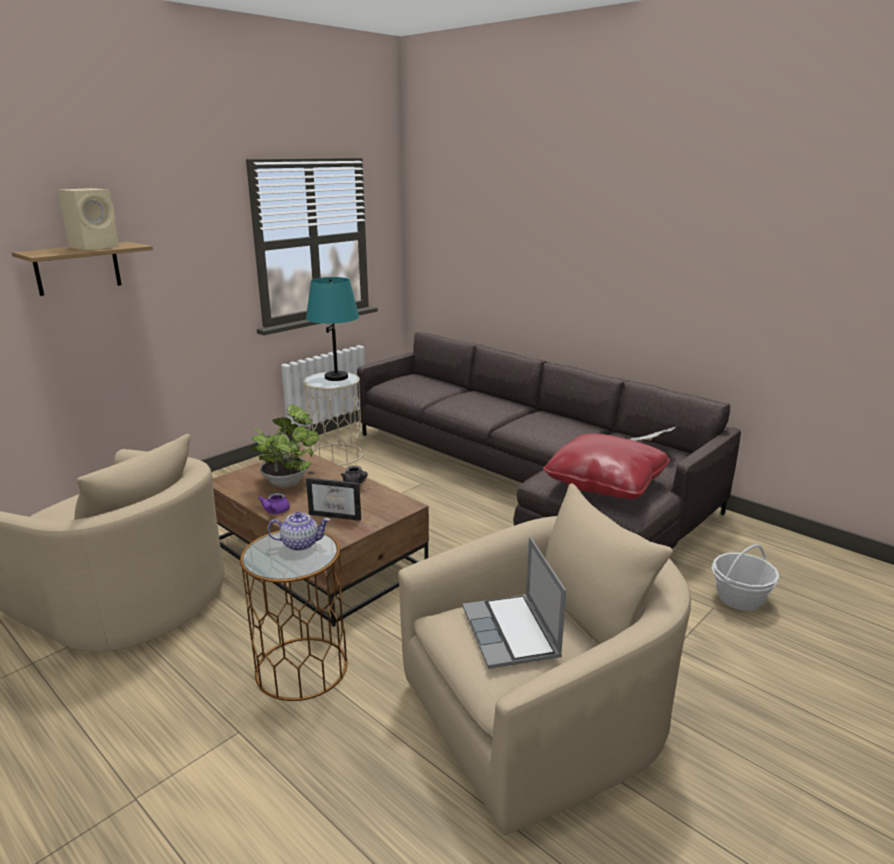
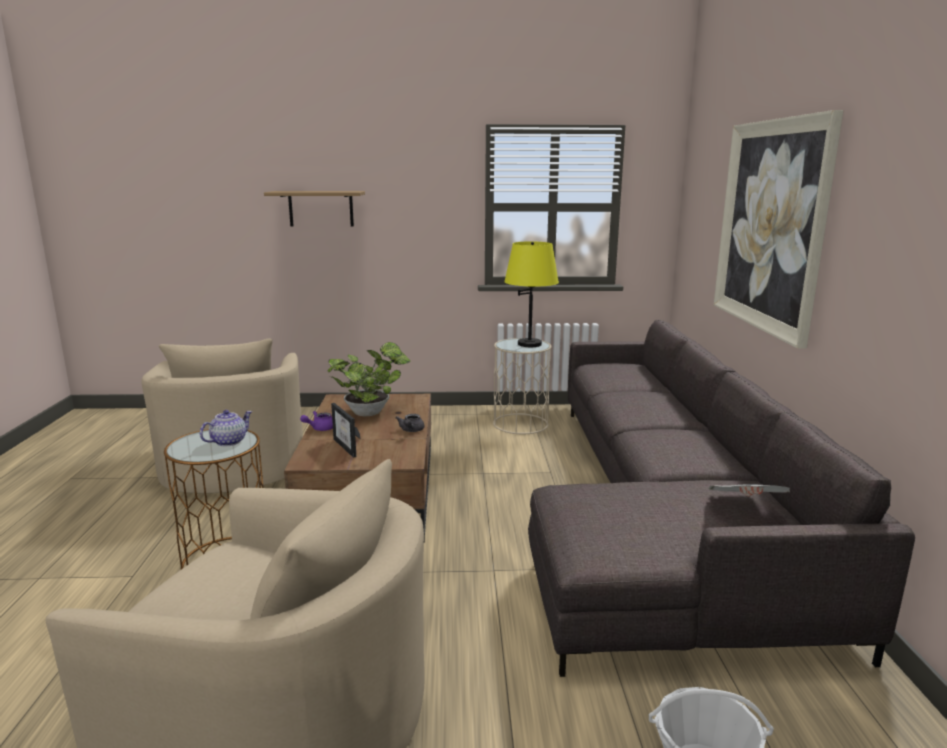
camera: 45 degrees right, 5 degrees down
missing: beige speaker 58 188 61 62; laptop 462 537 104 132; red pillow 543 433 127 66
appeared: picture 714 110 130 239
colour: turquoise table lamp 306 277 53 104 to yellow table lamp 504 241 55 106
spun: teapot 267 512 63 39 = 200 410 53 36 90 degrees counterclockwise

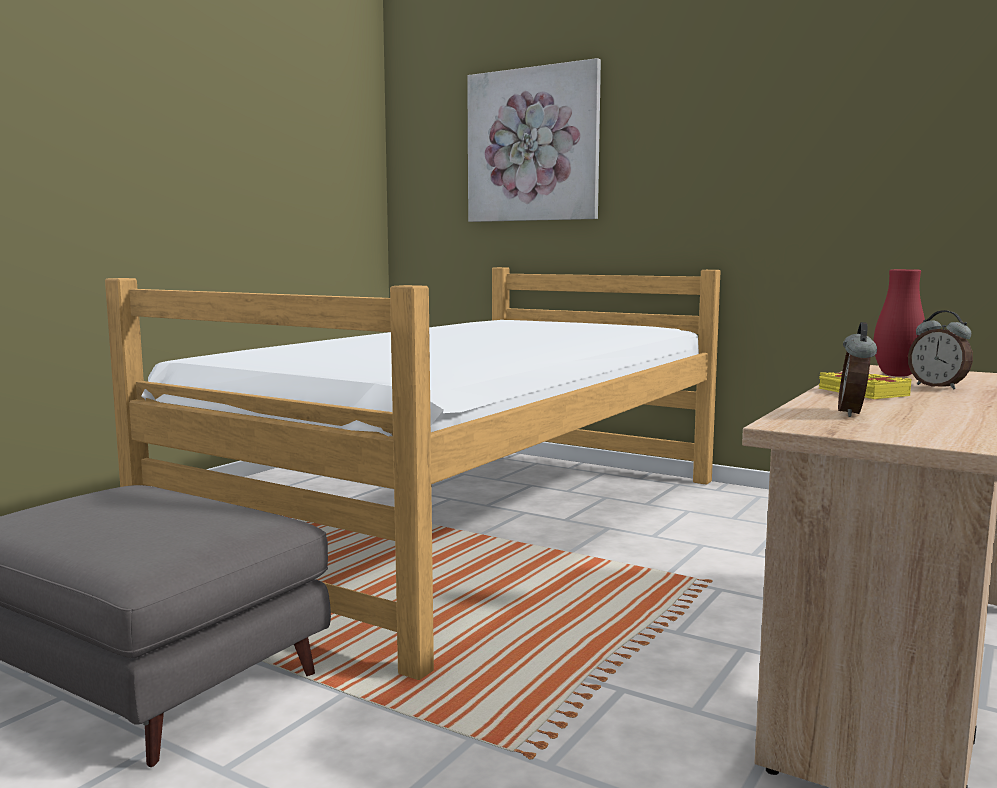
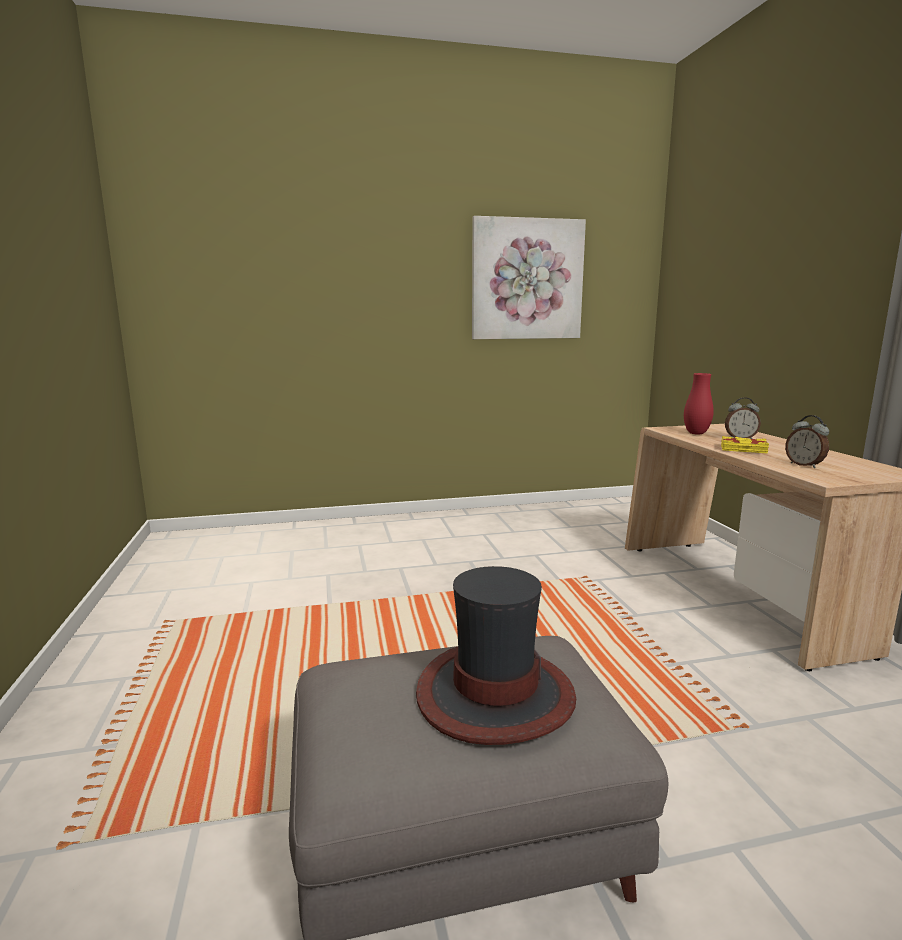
camera: 45 degrees left, 5 degrees up
missing: bed 105 267 615 413
appeared: hat 416 566 160 179
relocated: picture 467 58 134 164 to 472 216 114 123

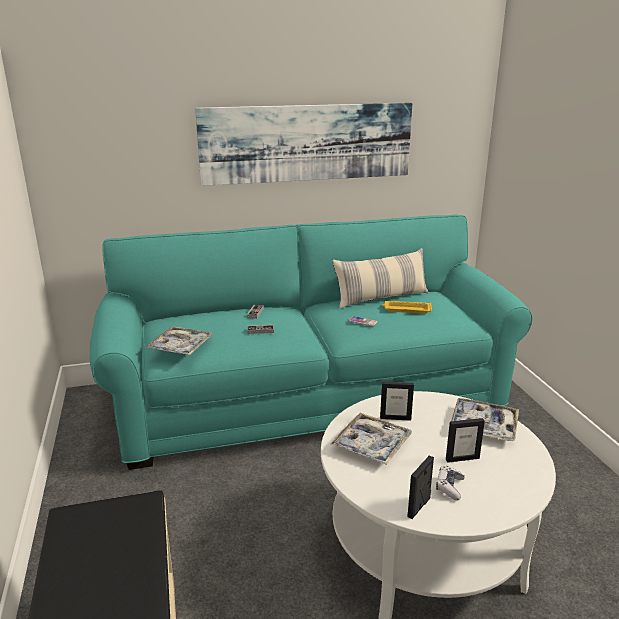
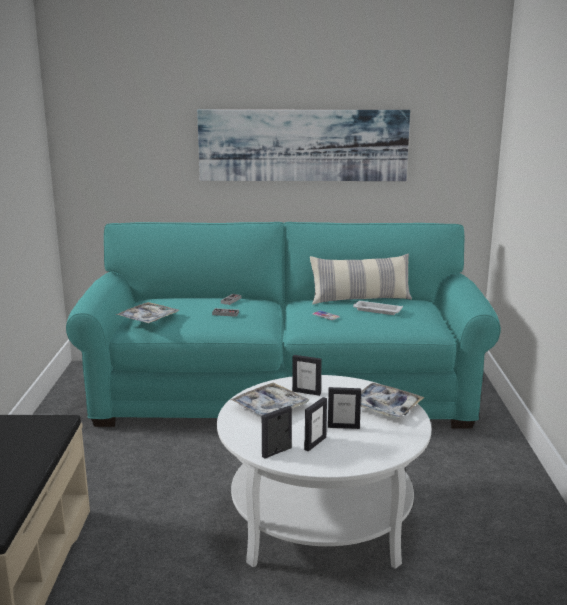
camera: 15 degrees right, 5 degrees down
exchanged: game controller 436 466 29 34 to picture frame 304 397 23 55
colour: yellow tray 382 301 50 13 to white tray 353 301 50 14

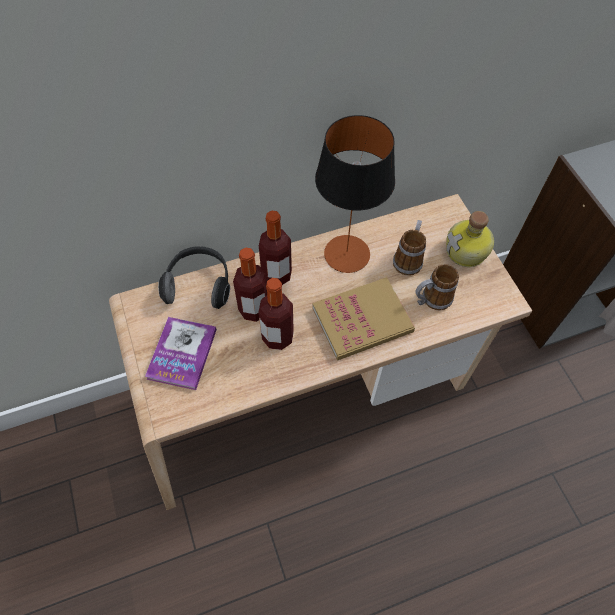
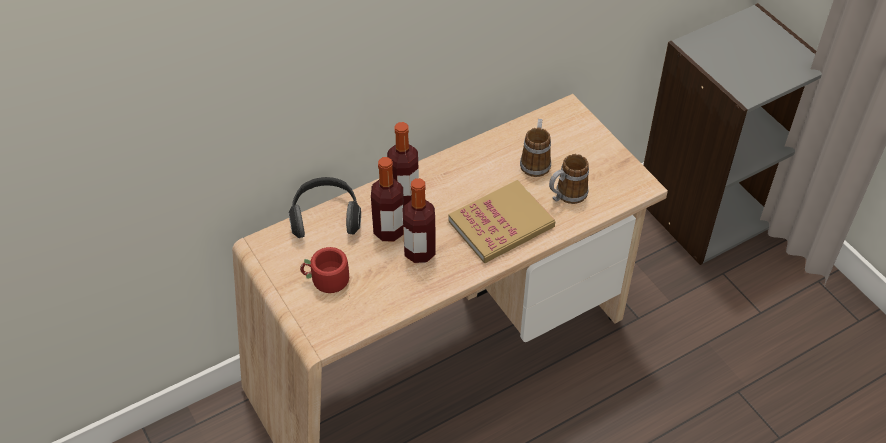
camera: 10 degrees left, 10 degrees down
missing: table lamp 315 115 80 158; bottle 446 211 48 56
exchanged: book 145 317 72 73 to red mug 300 247 50 48

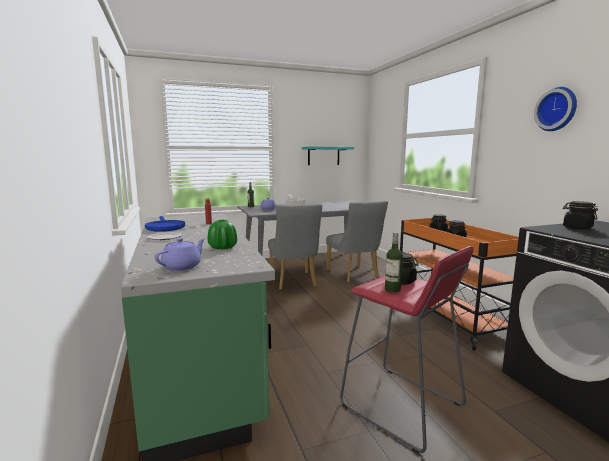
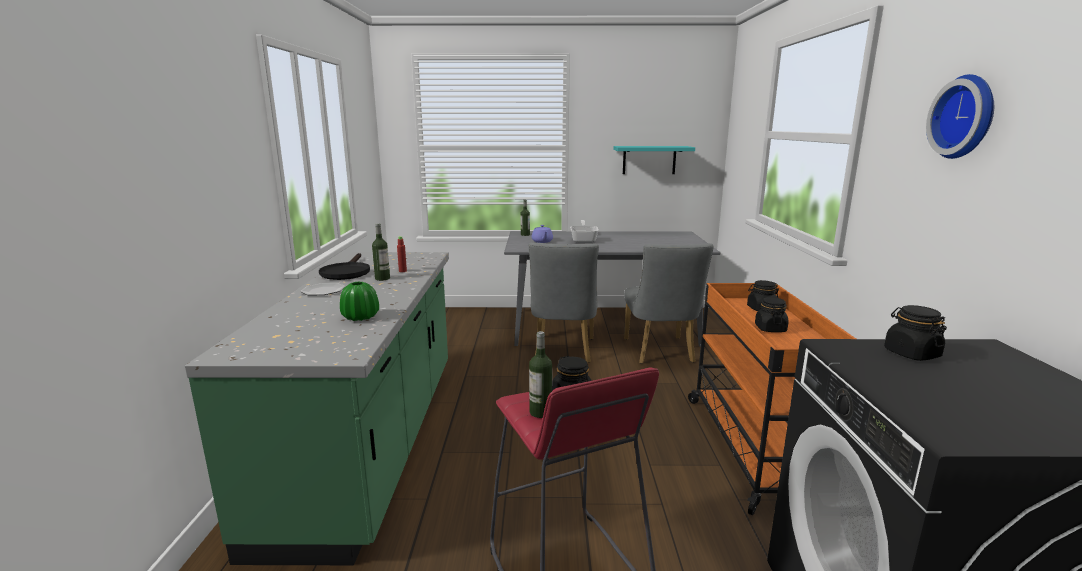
camera: 20 degrees right, 5 degrees up
missing: purple teapot 155 238 51 33
appeared: bottle 372 223 18 58
colour: blue frying pan 145 216 40 16 to black frying pan 319 253 51 27

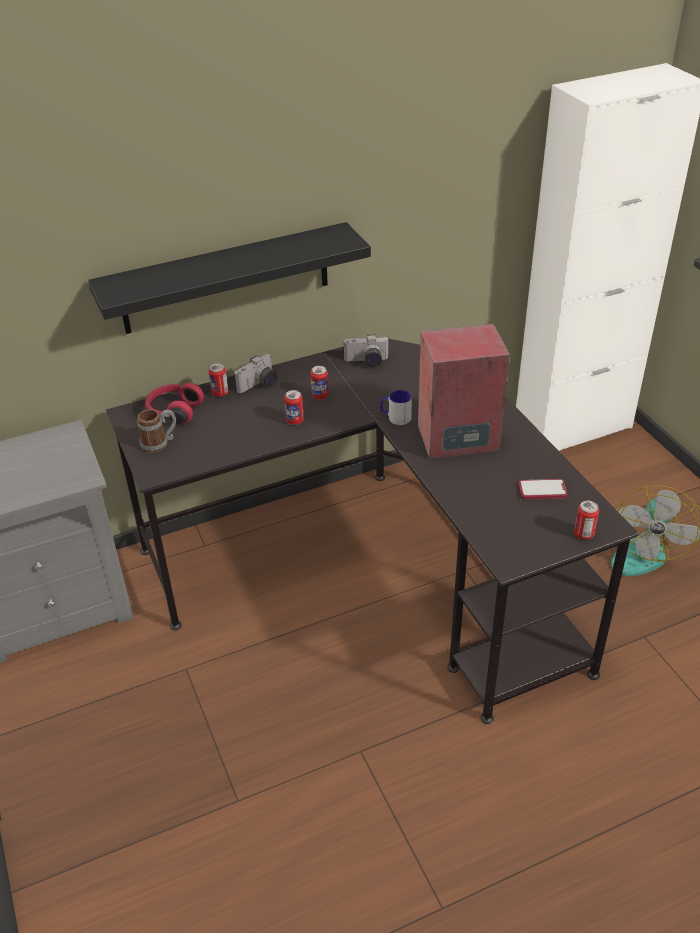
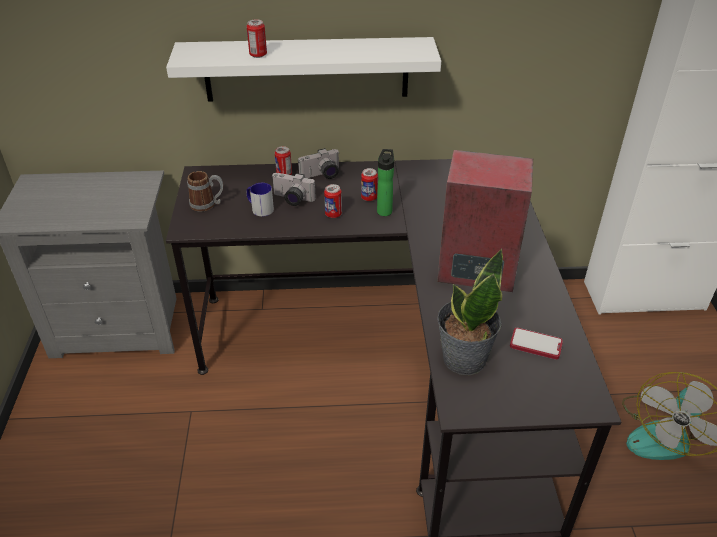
camera: 20 degrees right, 0 degrees up
missing: red headphones 145 383 59 42
appeared: bottle 377 149 17 67; potted plant 437 249 66 126
relocated: photo camera 343 334 46 33 to 271 173 45 33; mug 380 390 32 35 to 246 183 28 33; can 574 501 25 39 to 246 19 21 39
colour: black shelf 88 222 283 112 to white shelf 166 37 275 64

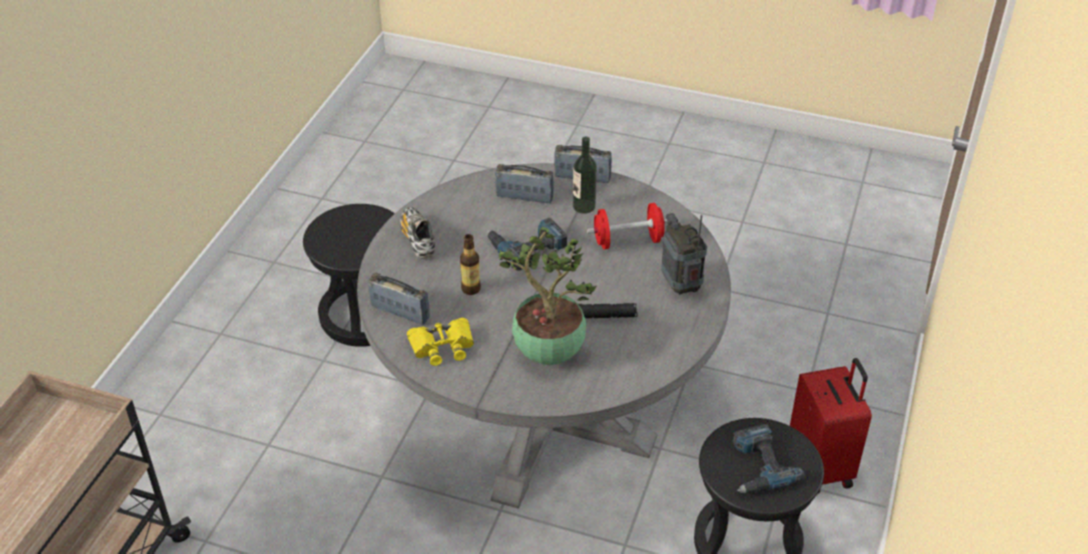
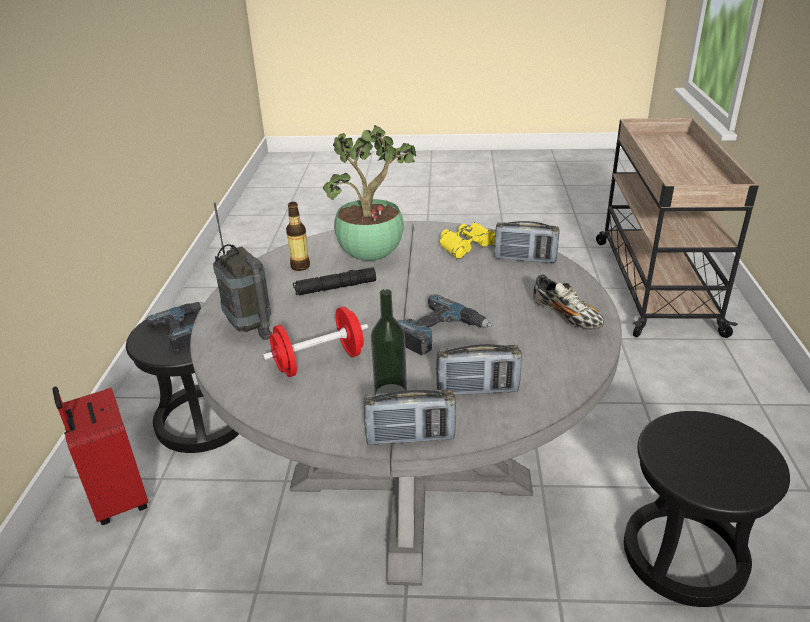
camera: 165 degrees right, 10 degrees down
relocated: bottle 460 234 21 61 to 286 202 24 69

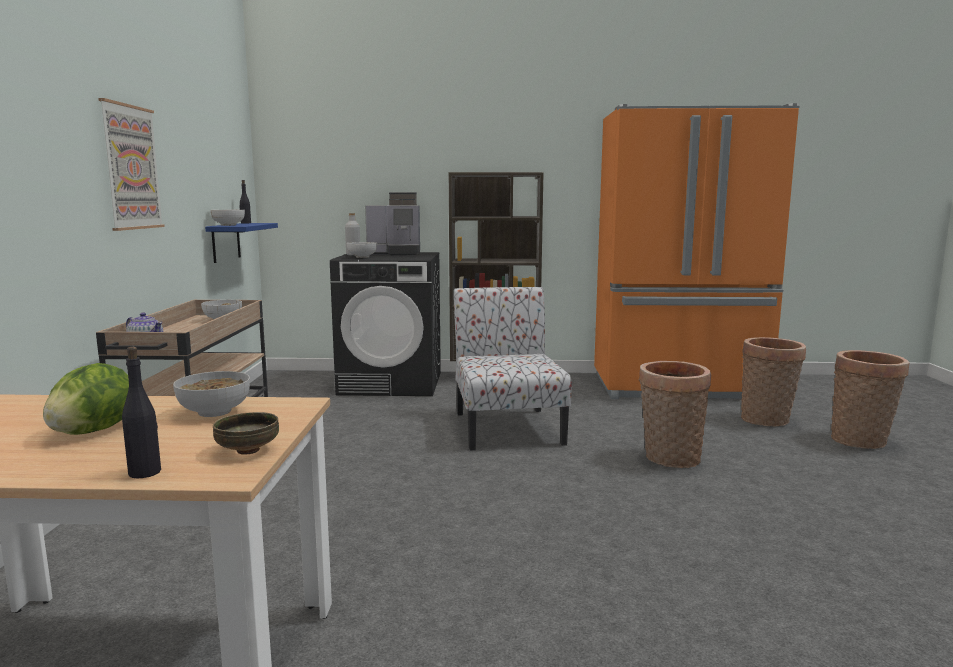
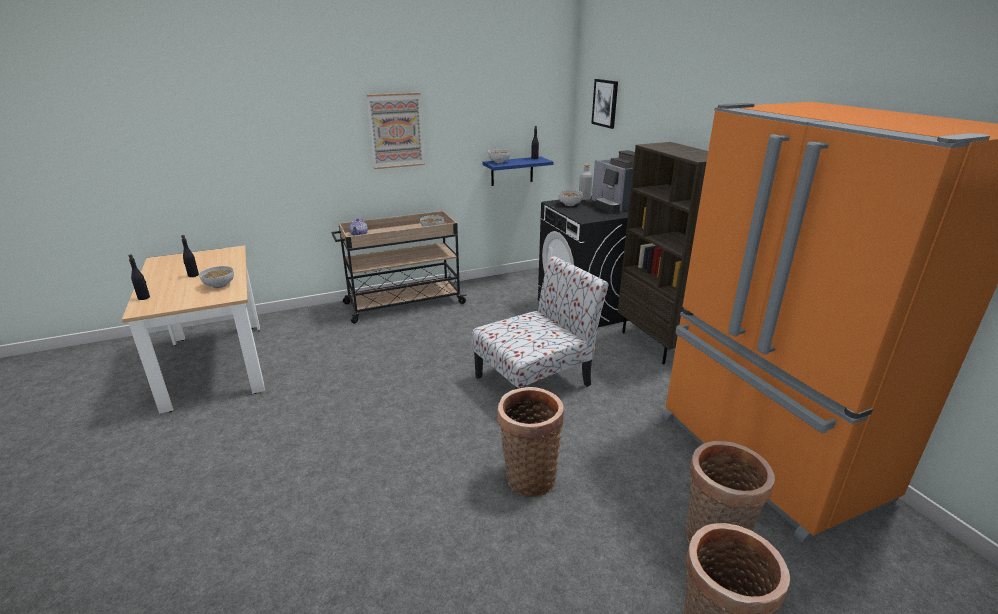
camera: 65 degrees right, 15 degrees up
missing: bowl 213 412 66 43
appeared: picture 591 79 27 50
exchanged: lettuce 43 363 86 72 to black bottle 181 235 18 42

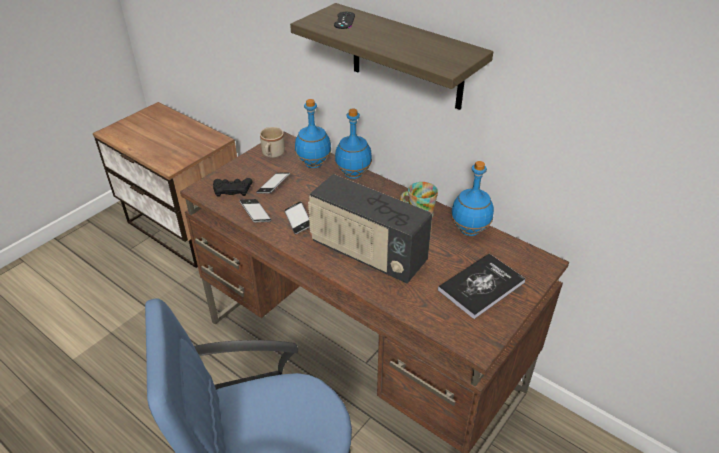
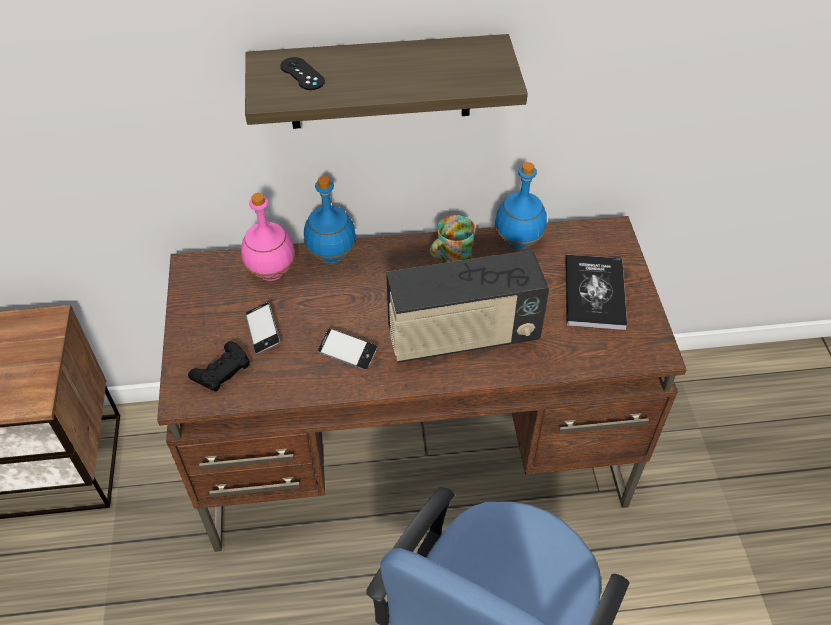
camera: 45 degrees left, 10 degrees up
missing: phone 239 199 32 24; beige mug 260 127 25 31
colour: blue bottle 295 99 36 69 to pink bottle 241 193 54 88

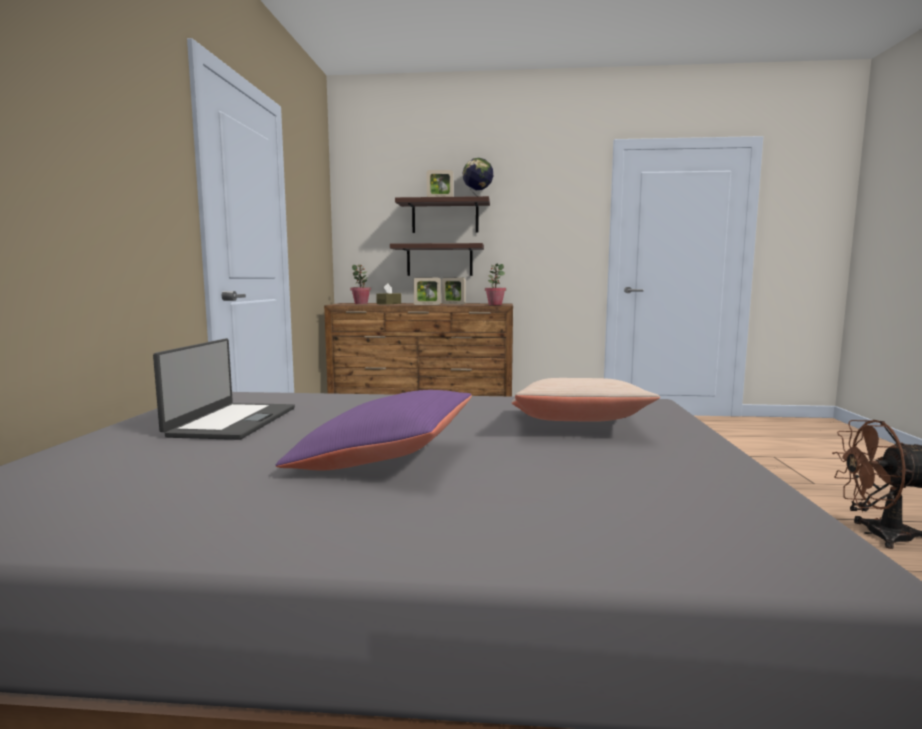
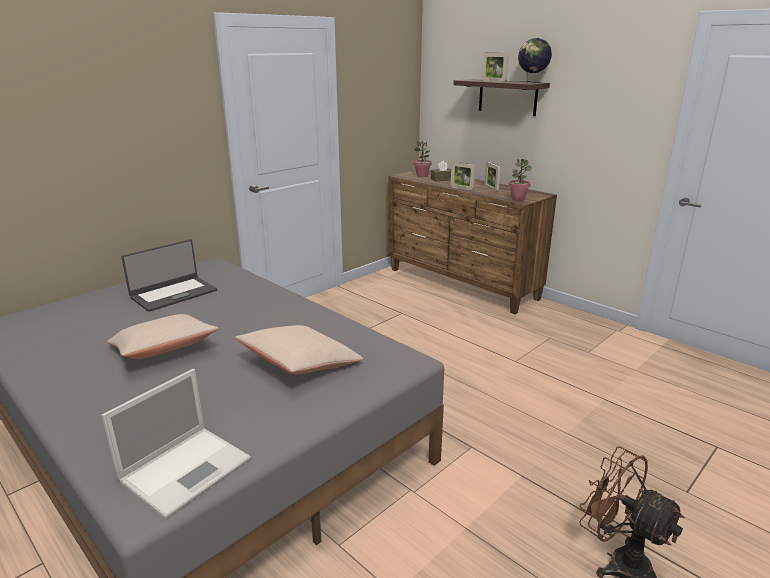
camera: 40 degrees right, 15 degrees up
missing: shelf 390 243 94 33
appeared: laptop 101 369 150 150
colour: purple pillow 275 390 197 81 to beige pillow 107 314 111 45

